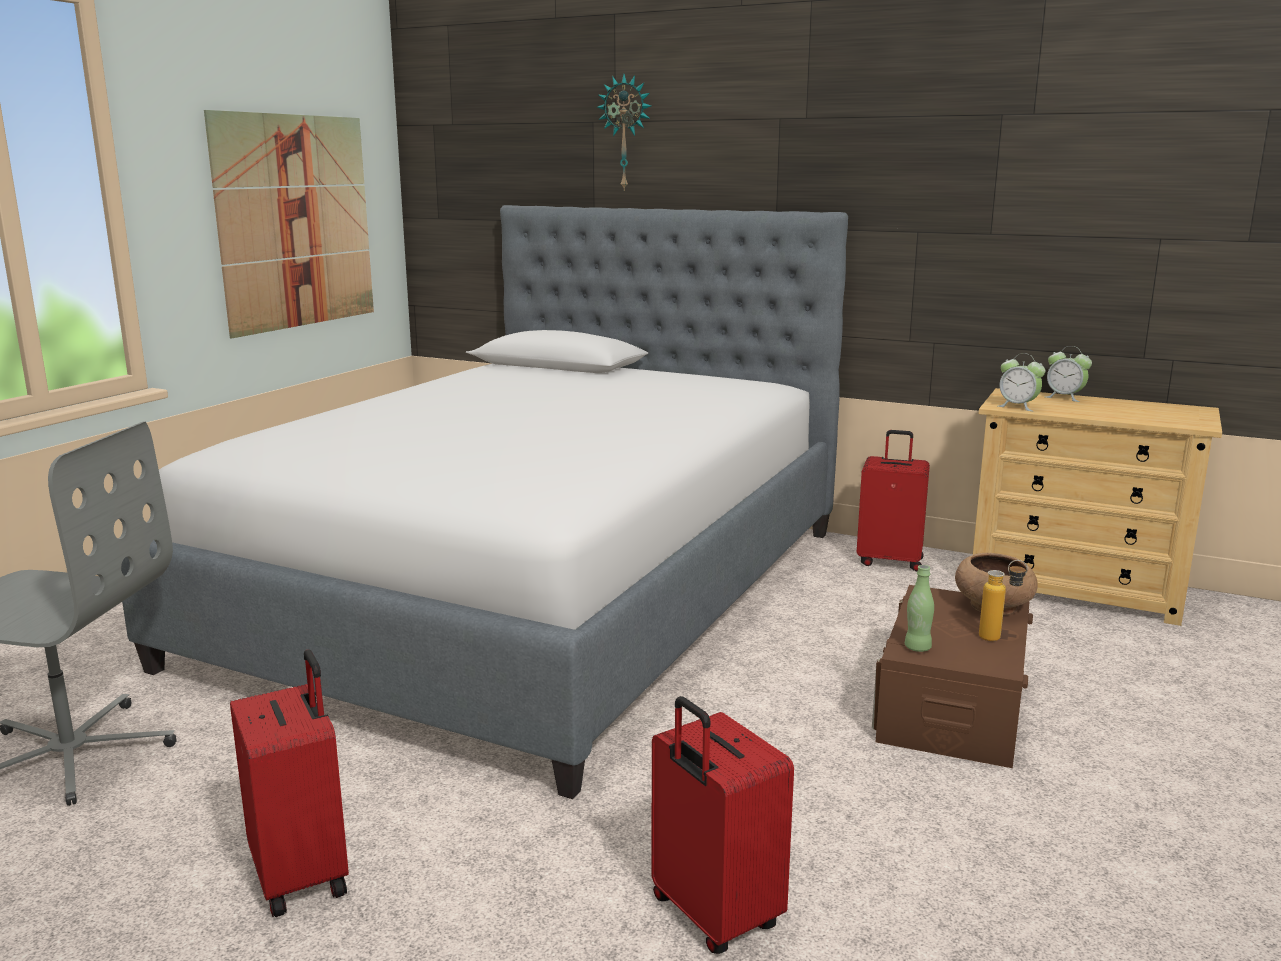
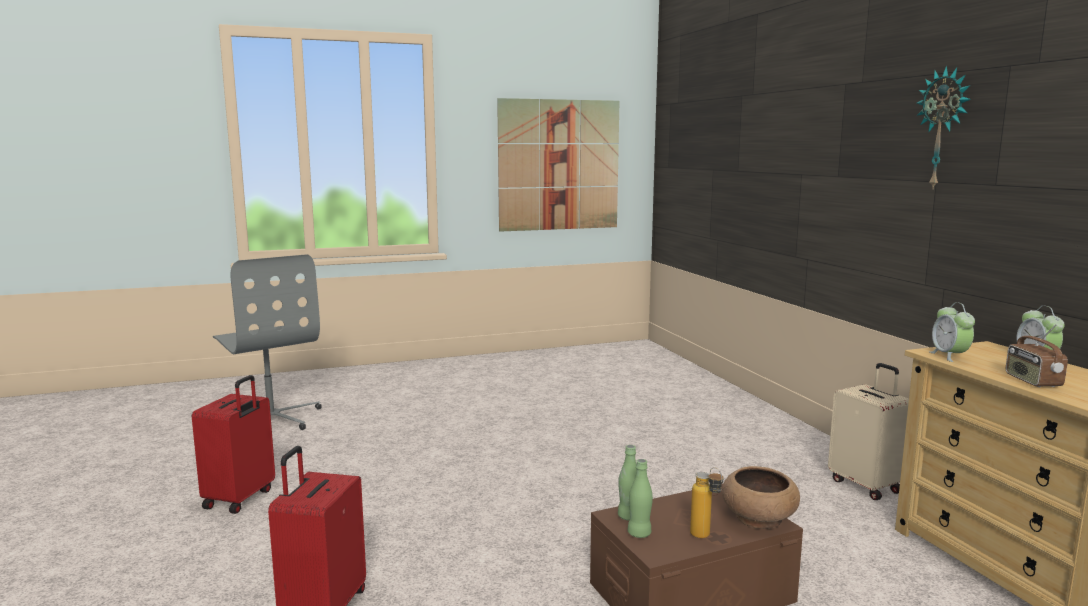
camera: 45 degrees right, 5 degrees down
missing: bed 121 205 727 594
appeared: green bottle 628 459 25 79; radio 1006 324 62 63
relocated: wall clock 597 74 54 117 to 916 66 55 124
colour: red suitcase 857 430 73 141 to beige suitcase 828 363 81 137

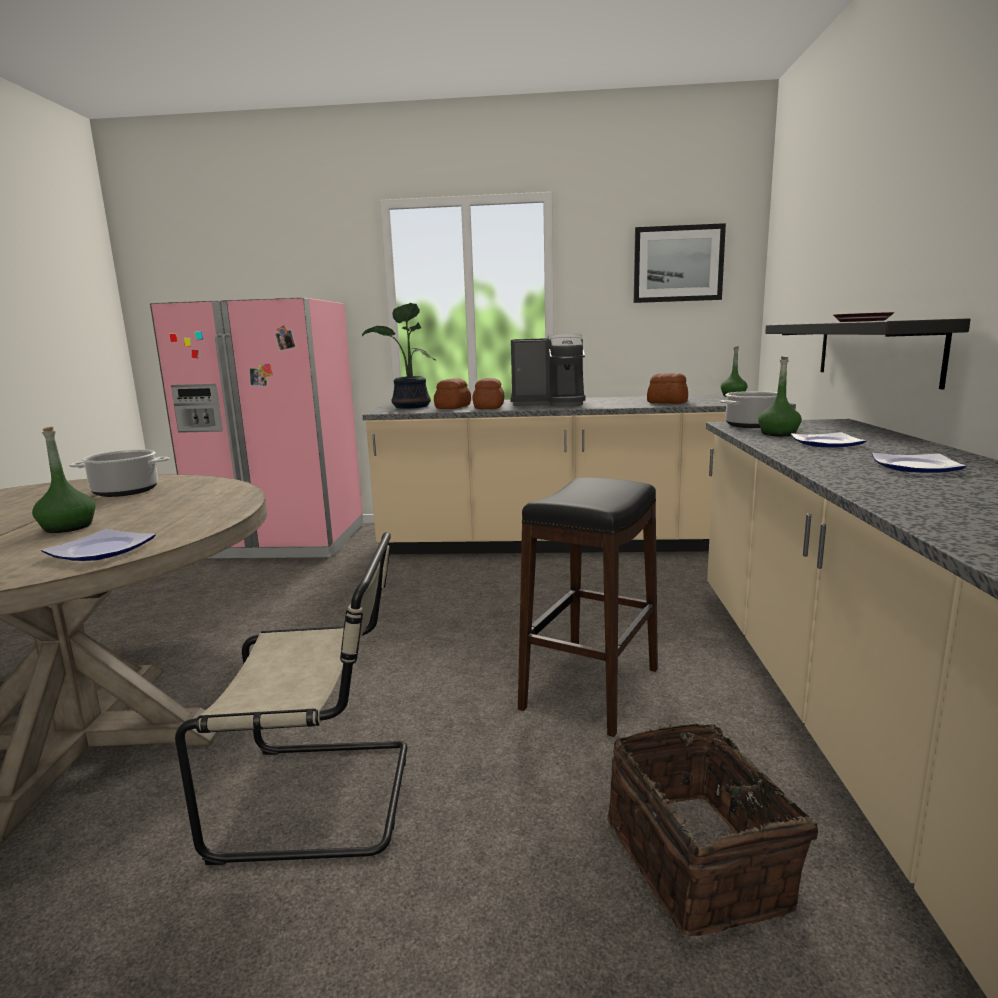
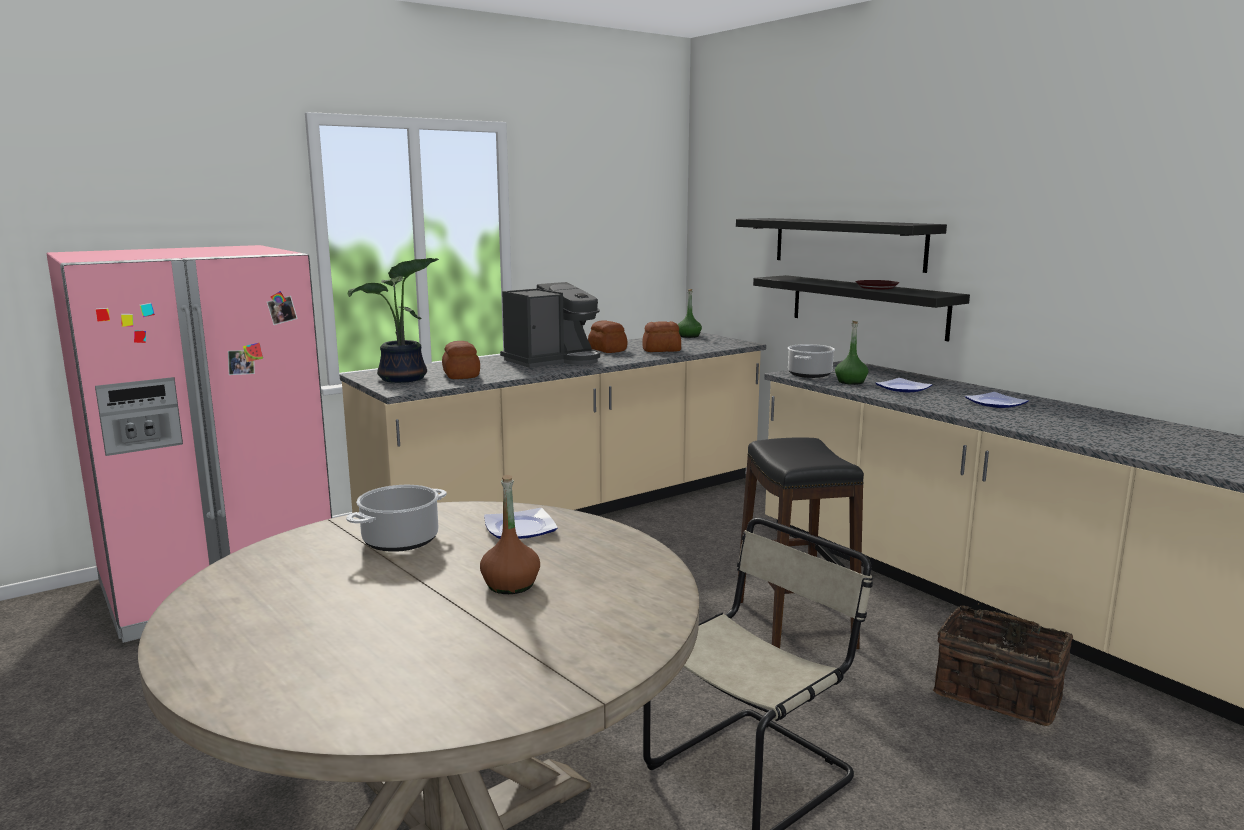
camera: 40 degrees left, 0 degrees up
missing: picture 634 223 92 80
appeared: black shelf 736 218 211 55
relocated: plate 41 529 115 32 to 484 508 74 31; bread 473 378 31 31 to 588 320 39 33
colour: green bottle 32 427 64 106 to brown bottle 480 475 60 119

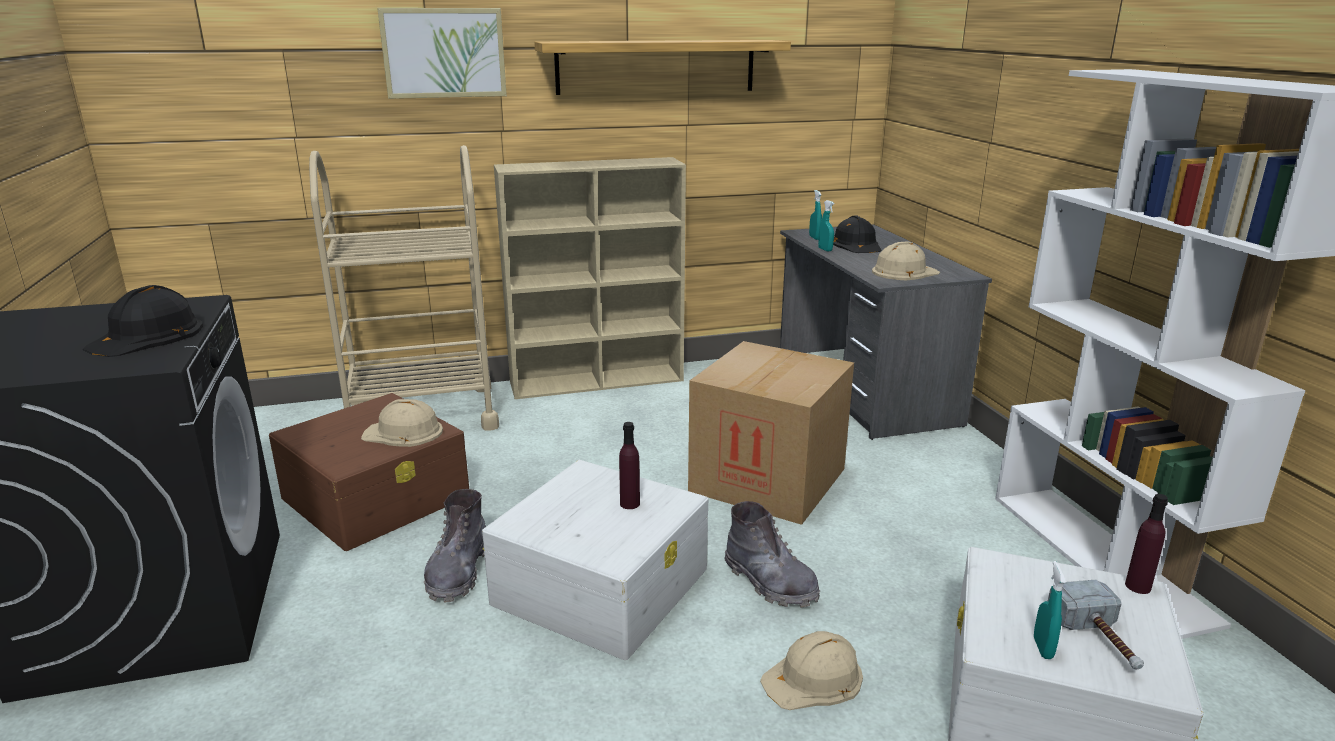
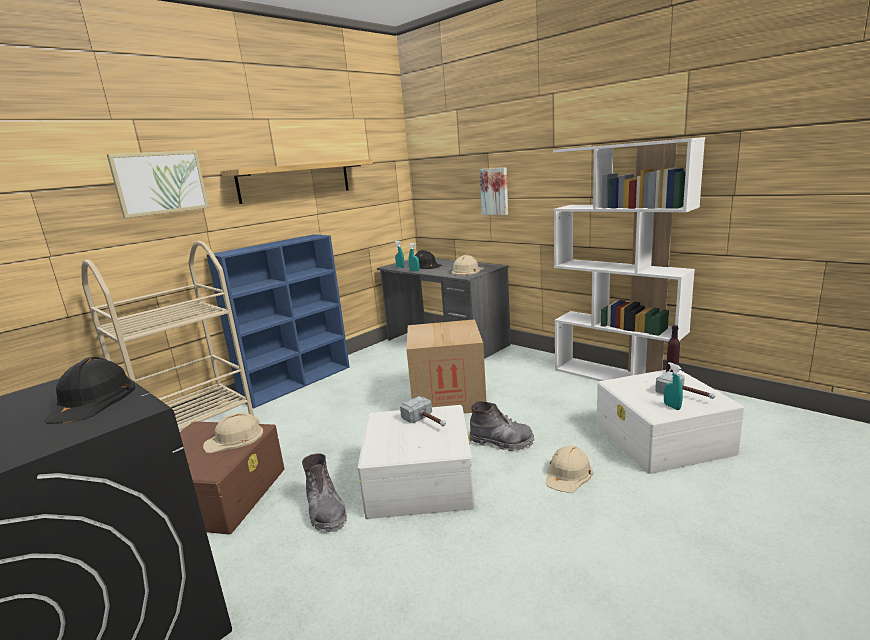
camera: 30 degrees left, 5 degrees down
appeared: picture 480 167 28 48
exchanged: purple bottle 619 422 21 87 to hammer 400 396 46 30
colour: beige bookcase 494 157 192 242 to blue bookcase 207 234 143 175

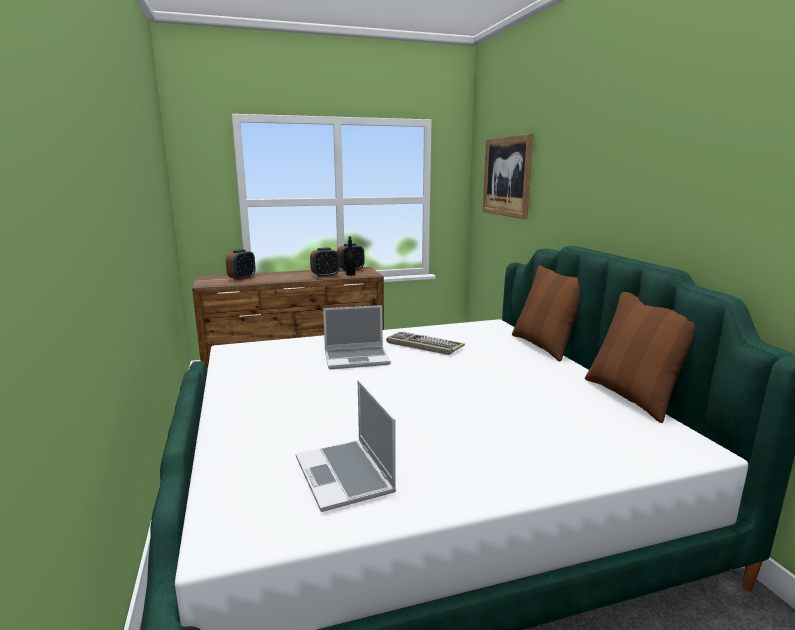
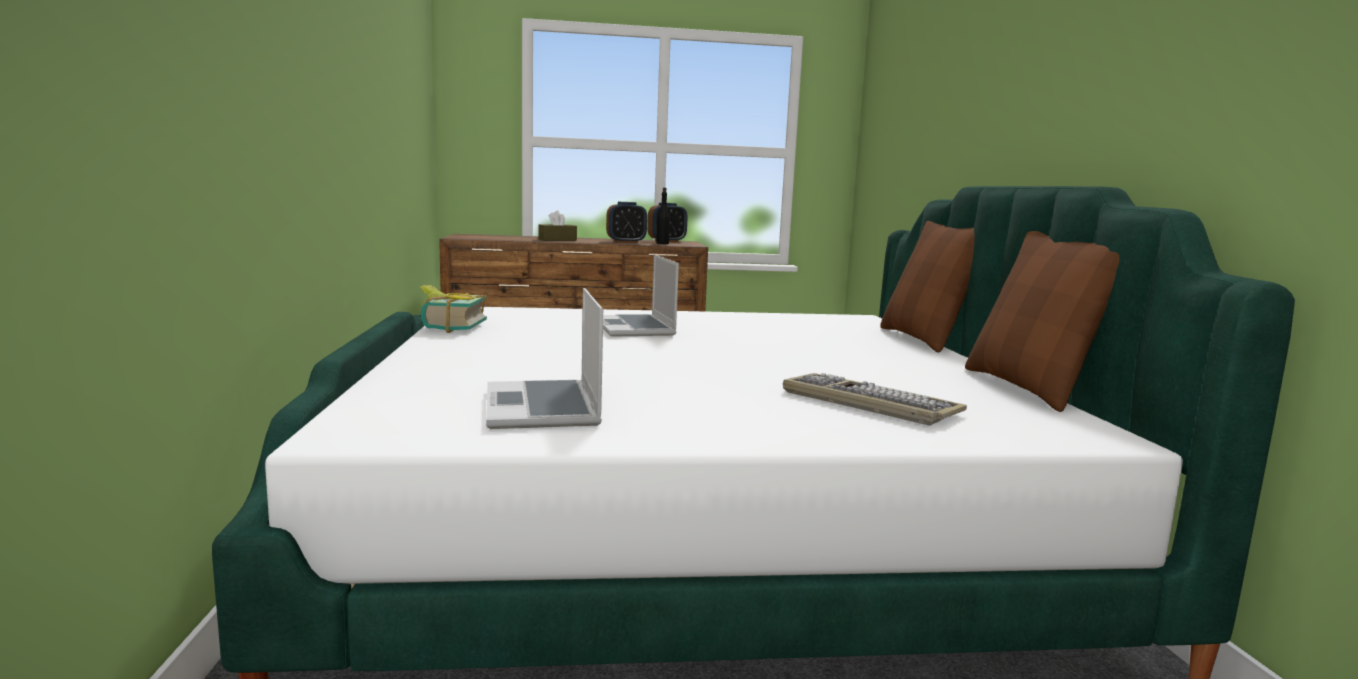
camera: 10 degrees right, 5 degrees down
missing: alarm clock 226 249 30 31; picture 483 134 51 85
appeared: book 420 285 67 48; brown tissue box 538 210 39 31
relocated: keyboard 386 332 79 23 to 783 373 184 53
spun: laptop 323 305 68 64 = 603 254 76 83 75 degrees clockwise

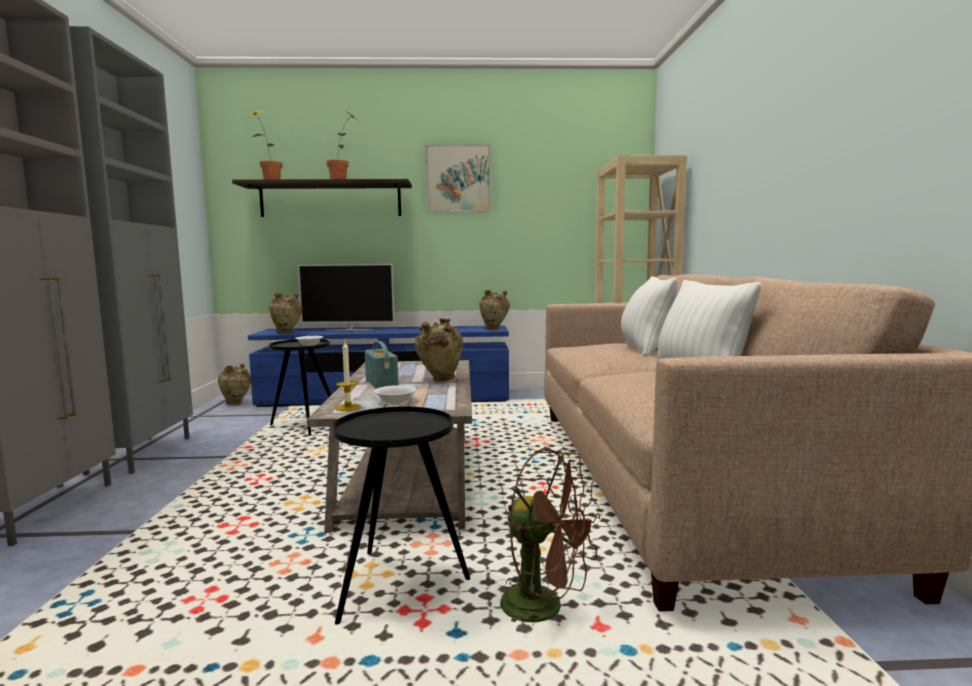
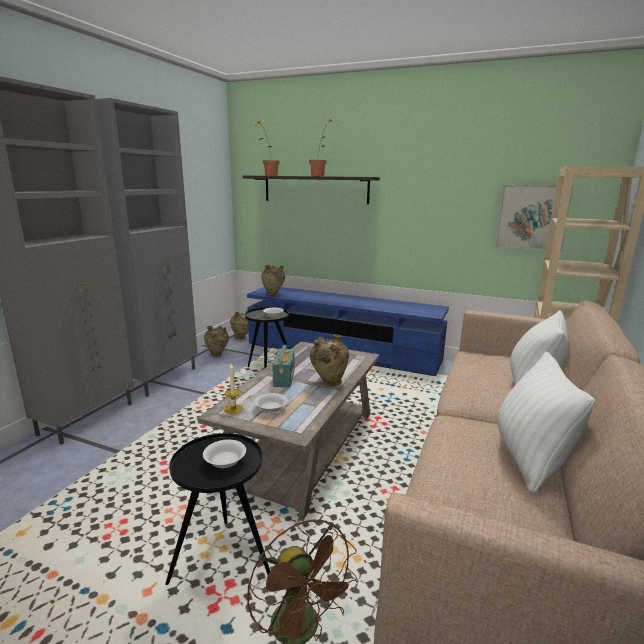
camera: 25 degrees right, 10 degrees up
missing: television 298 264 96 67
appeared: white bowl 203 440 43 28
relocated: picture 425 145 66 67 to 495 185 79 66; beige vase 479 290 31 40 to 204 326 25 31

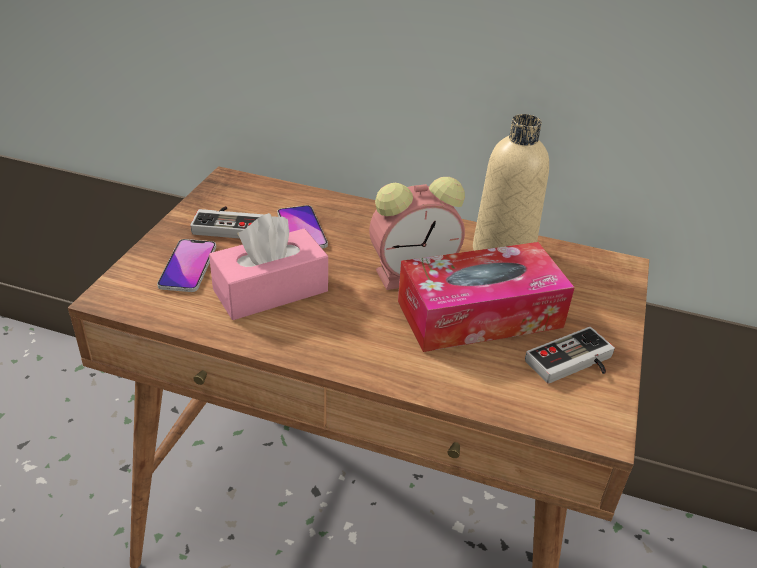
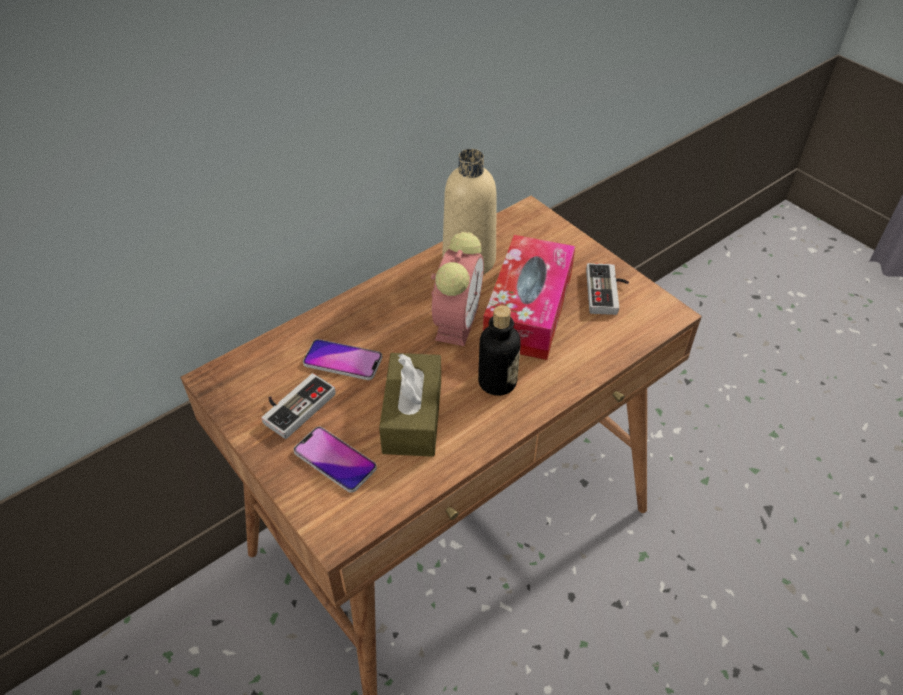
camera: 55 degrees left, 10 degrees up
appeared: bottle 478 305 43 91
colour: pink tissue box 209 213 119 107 to brown tissue box 379 353 62 104

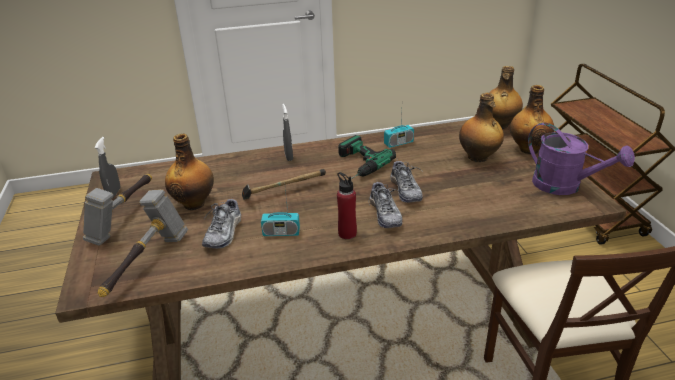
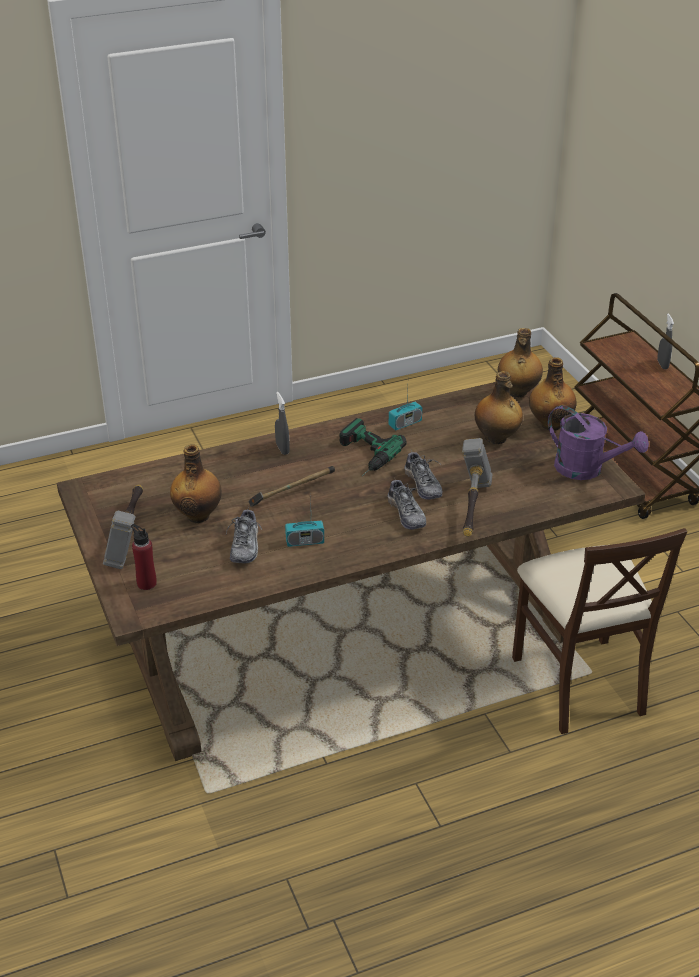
camera: 10 degrees left, 5 degrees up
relocated: grey spray bottle 95 137 26 61 to 657 313 17 56; hammer 98 189 90 108 to 462 438 30 99; red bottle 337 172 20 67 to 131 524 26 66

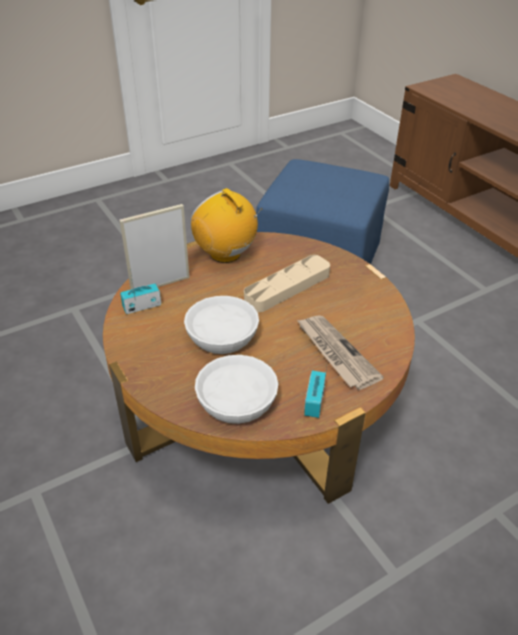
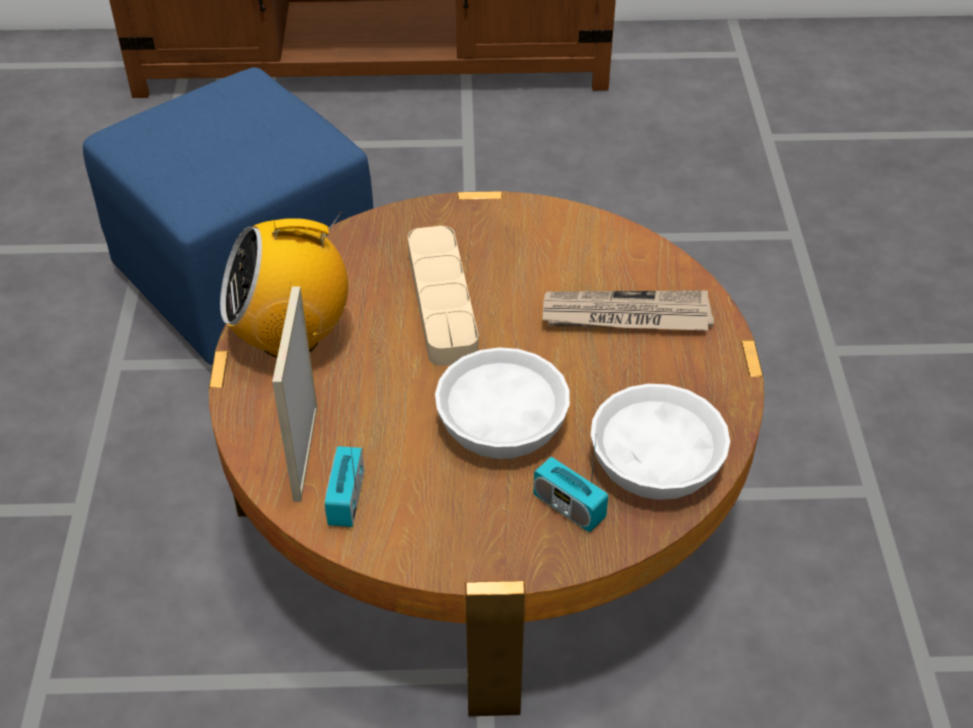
camera: 60 degrees left, 5 degrees up
relocated: radio 304 366 23 52 to 533 438 75 94

